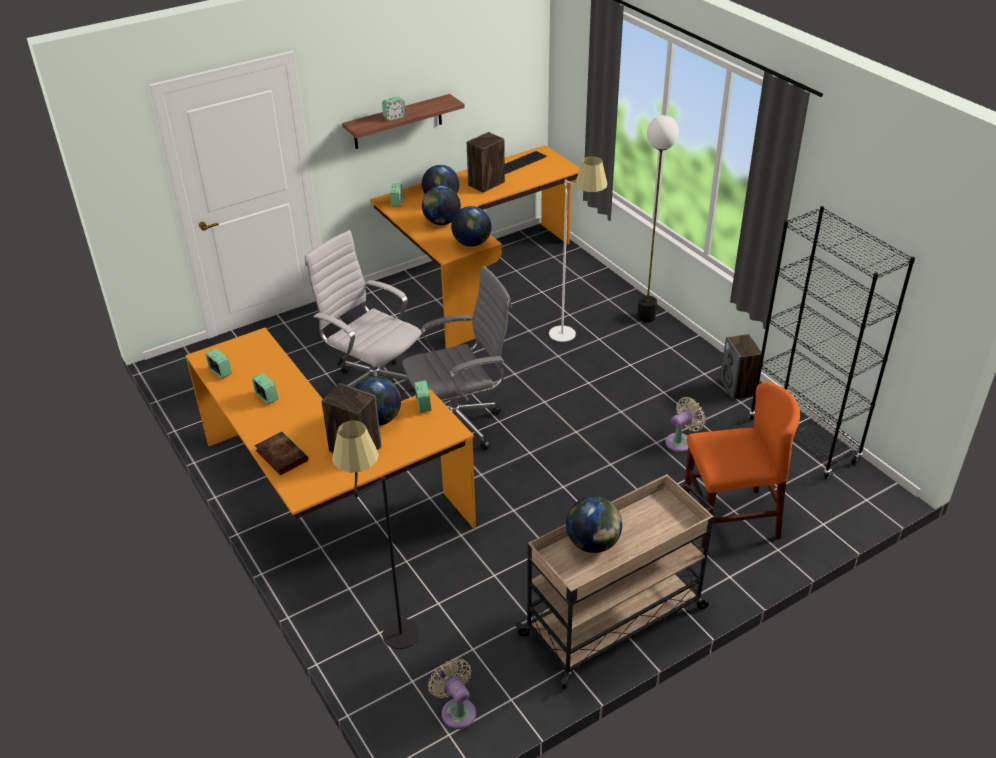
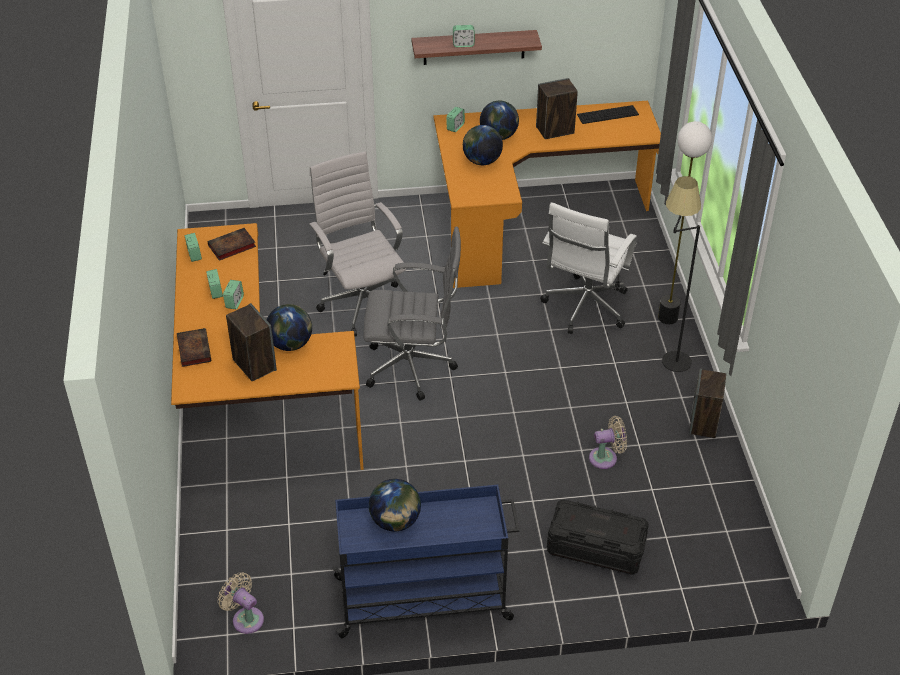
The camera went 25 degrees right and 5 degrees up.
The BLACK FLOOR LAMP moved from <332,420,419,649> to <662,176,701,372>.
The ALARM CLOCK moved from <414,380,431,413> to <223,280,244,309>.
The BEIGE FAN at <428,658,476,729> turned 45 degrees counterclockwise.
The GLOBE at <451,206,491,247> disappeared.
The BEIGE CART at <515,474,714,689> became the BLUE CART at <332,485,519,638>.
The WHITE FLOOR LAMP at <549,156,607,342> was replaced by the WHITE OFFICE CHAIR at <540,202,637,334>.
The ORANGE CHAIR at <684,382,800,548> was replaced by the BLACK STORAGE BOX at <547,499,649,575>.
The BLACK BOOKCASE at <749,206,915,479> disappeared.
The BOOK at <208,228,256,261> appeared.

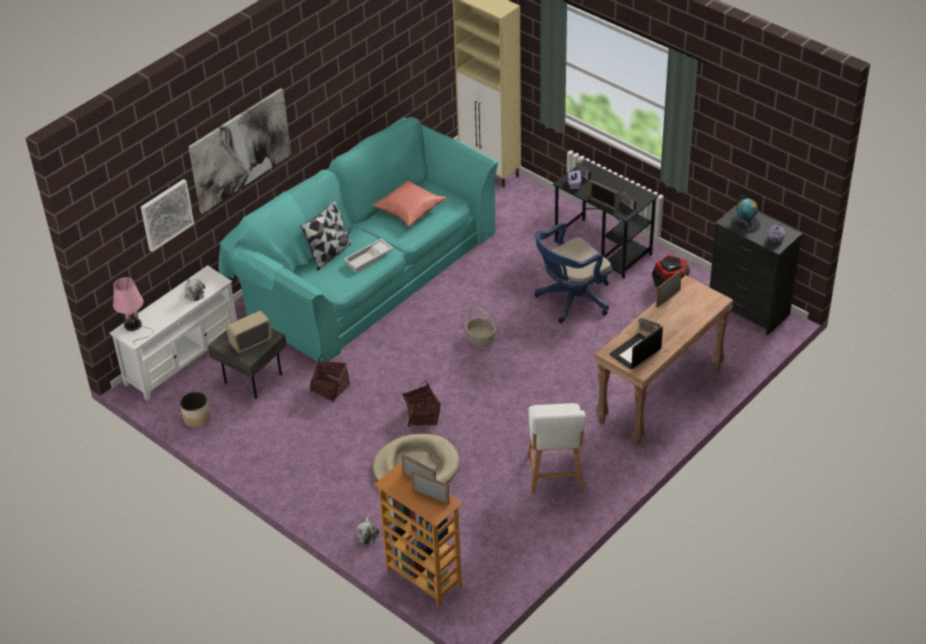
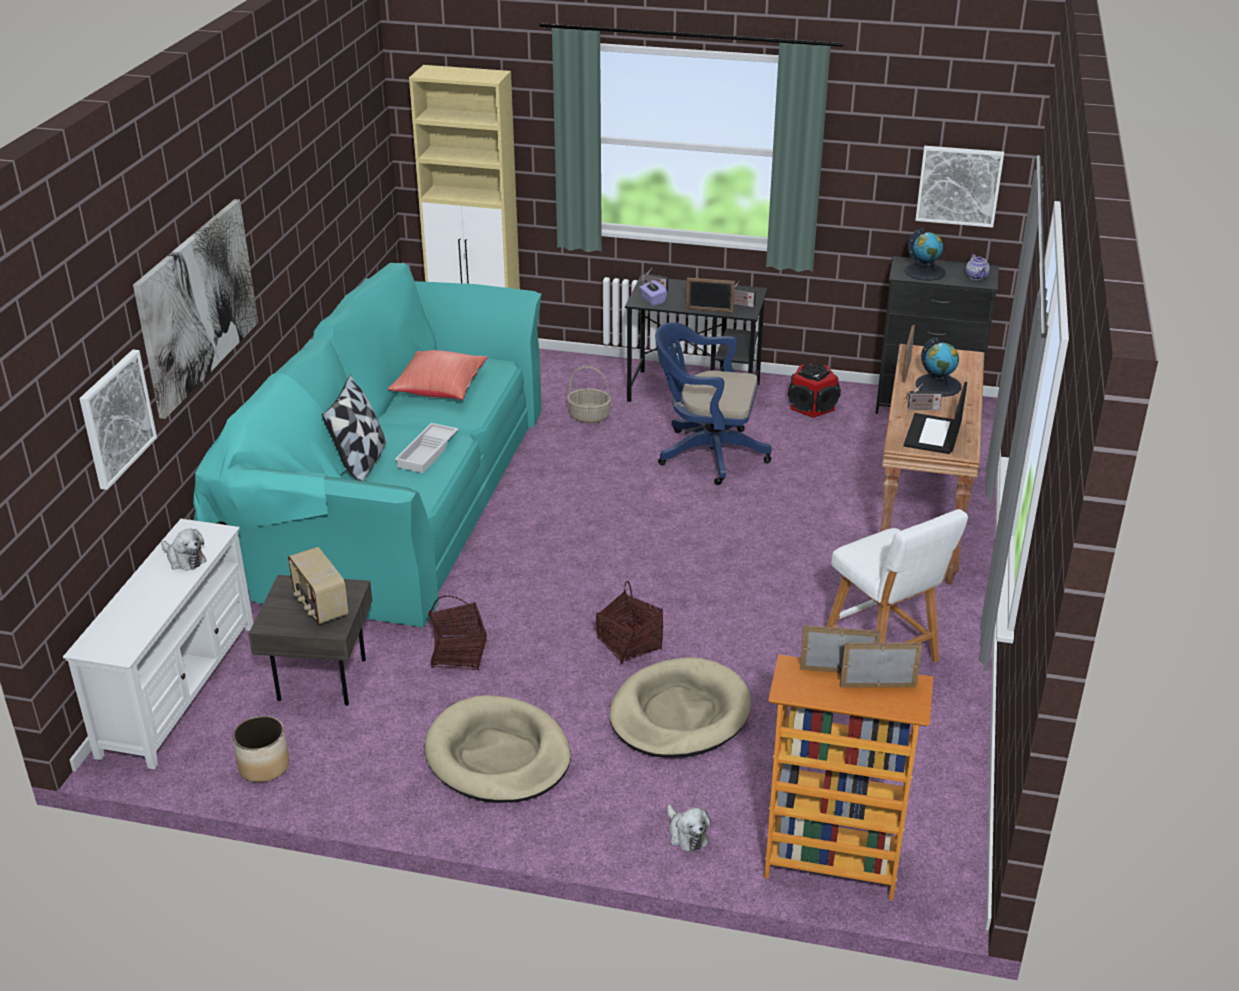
The camera went 30 degrees left and 10 degrees down.
The PINK TABLE LAMP at <113,277,153,344> disappeared.
The RADIO at <226,311,272,353> turned 60 degrees counterclockwise.
The BASKET moved from <465,306,496,346> to <567,365,611,423>.
The BLUE OFFICE CHAIR at <535,222,612,323> turned 75 degrees clockwise.
The BEIGE DOG BED at <425,695,571,803> appeared.
The PICTURE at <915,146,1004,228> appeared.
The GLOBE at <916,338,962,397> appeared.

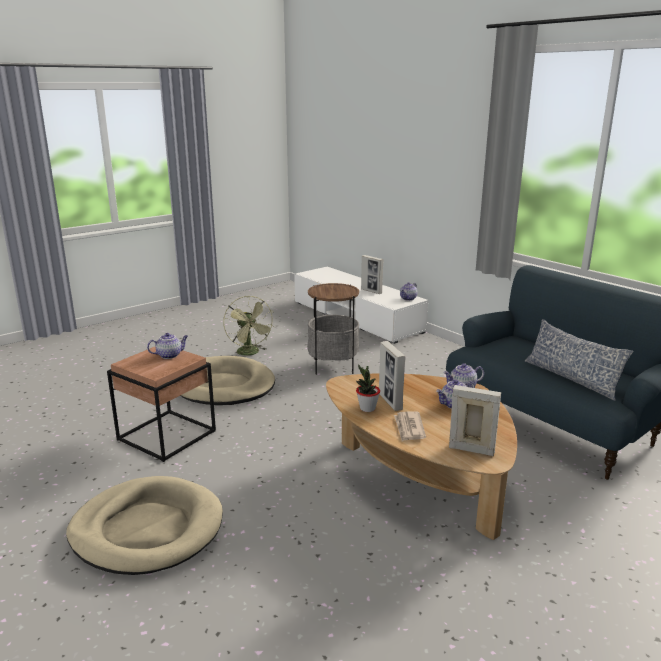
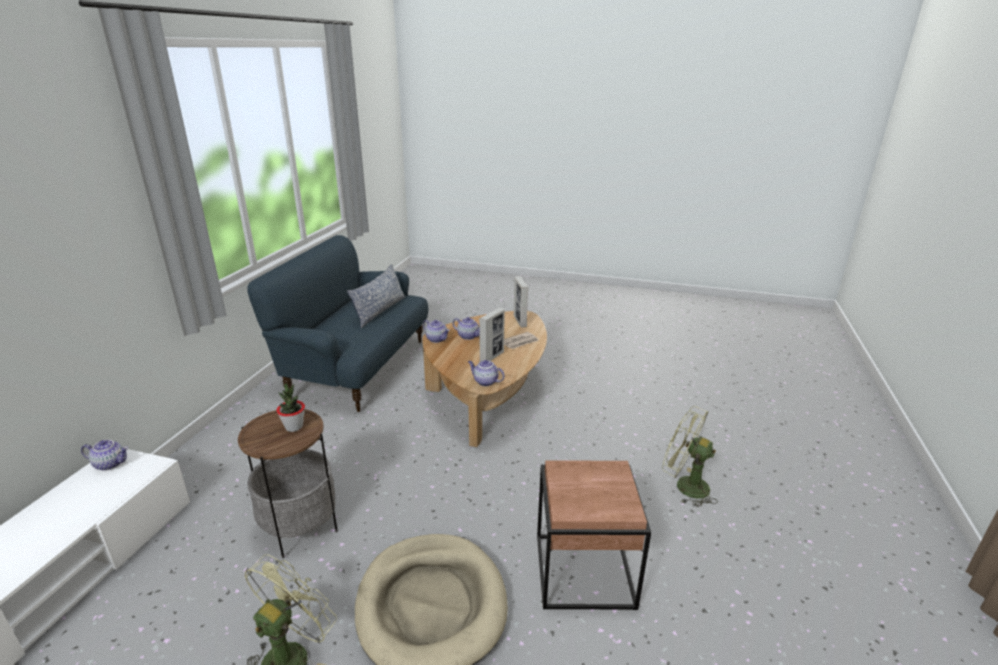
The camera went 125 degrees left and 5 degrees up.
The BEIGE DOG BED at <66,476,223,575> was replaced by the GREEN FAN at <662,406,718,507>.
The TEAPOT moved from <147,333,188,359> to <468,360,505,386>.
The POTTED PLANT moved from <356,364,380,412> to <277,383,305,432>.
The PICTURE FRAME at <361,255,384,294> disappeared.

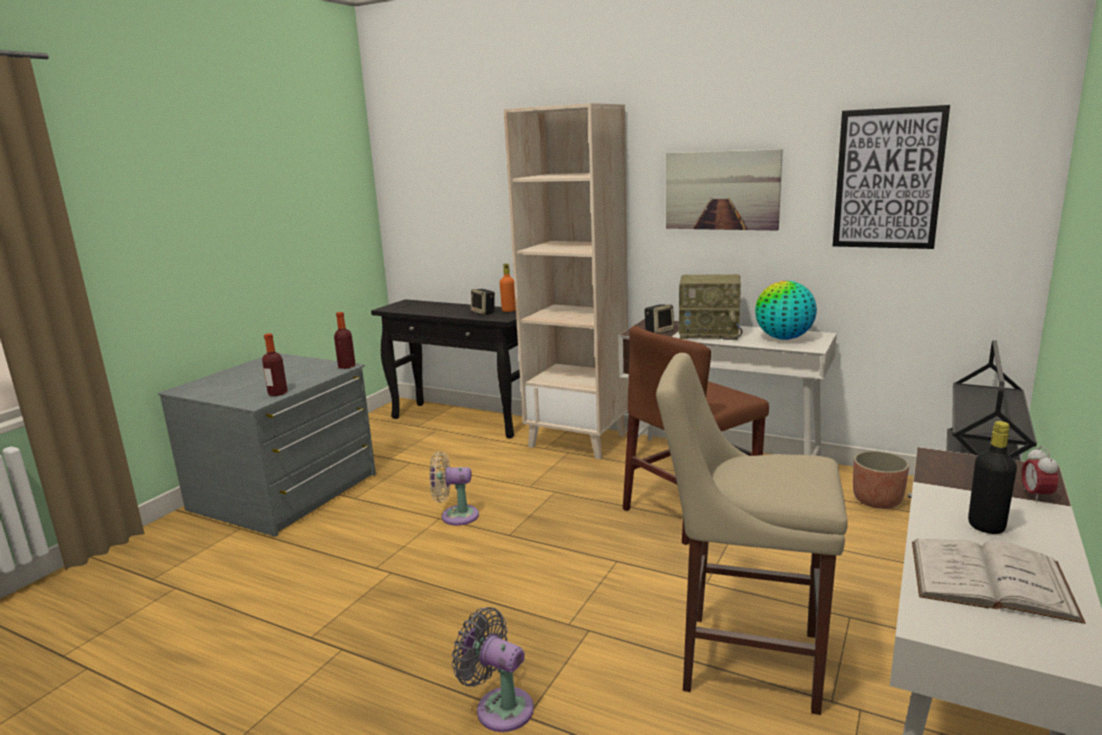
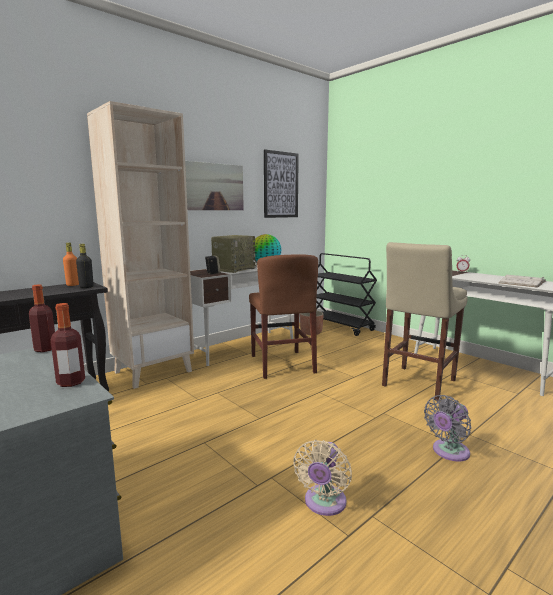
The camera went 70 degrees left and 5 degrees down.
The BEIGE FAN moved from <429,451,479,526> to <293,440,352,516>.
The SPEAKER at <471,289,495,315> disappeared.
The BLACK BOTTLE moved from <968,421,1017,534> to <76,244,94,288>.

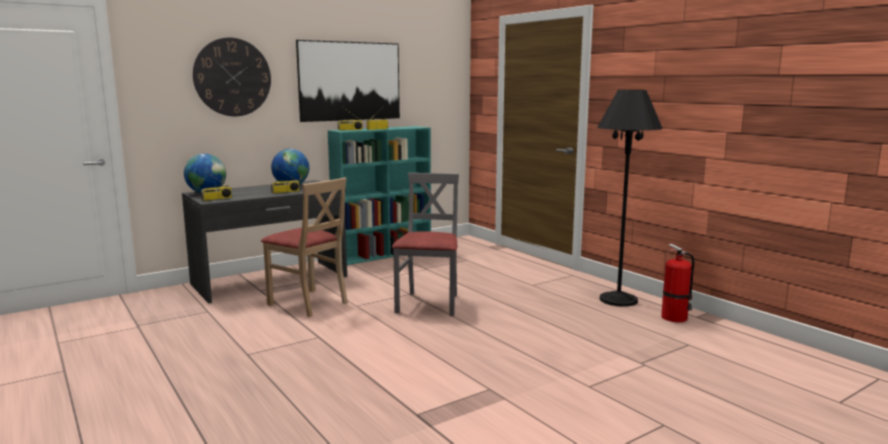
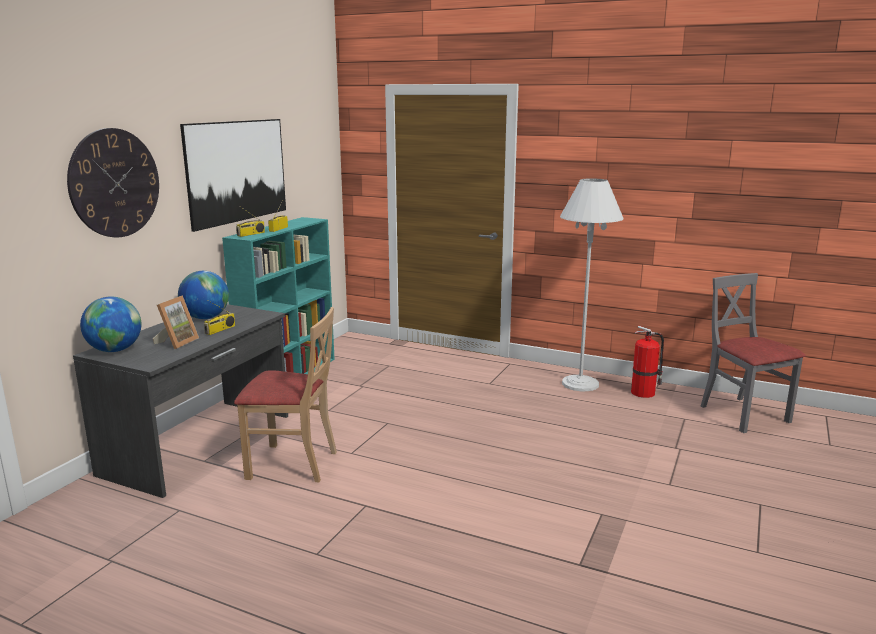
The camera went 30 degrees left and 5 degrees up.
The RADIO at <201,173,232,201> disappeared.
The GREY CHAIR moved from <392,173,459,316> to <701,273,806,433>.
The BLACK FLOOR LAMP at <597,90,663,307> became the WHITE FLOOR LAMP at <560,179,624,391>.
The PICTURE FRAME at <153,295,199,349> appeared.

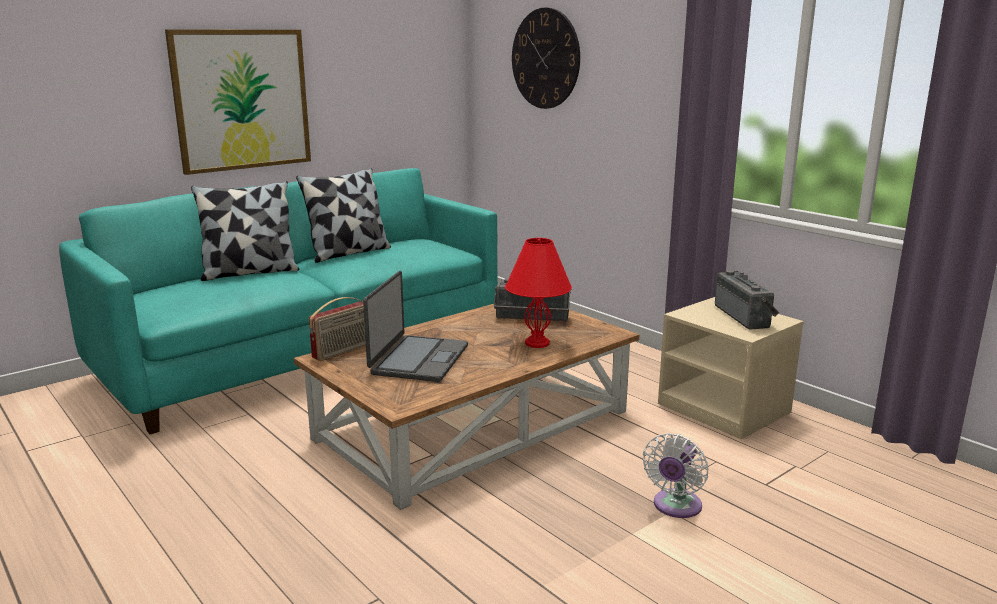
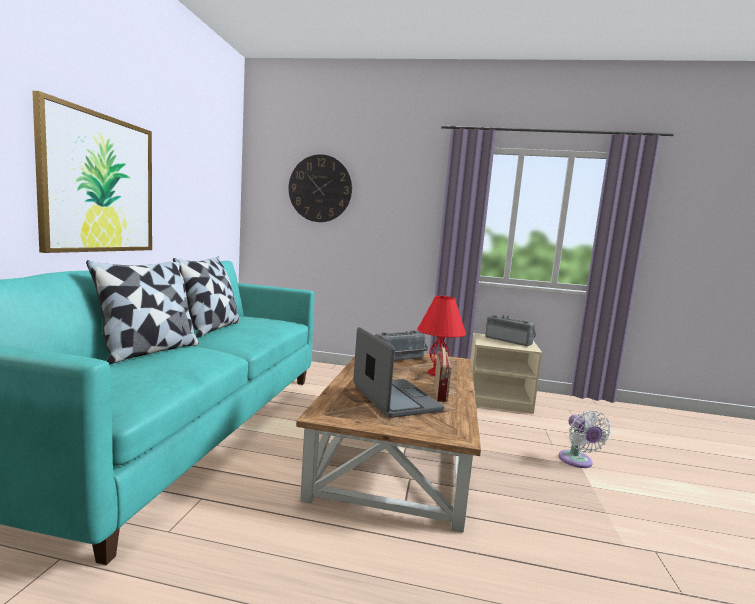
The camera went 40 degrees left and 10 degrees down.
The RADIO moved from <309,297,366,361> to <434,348,452,402>.

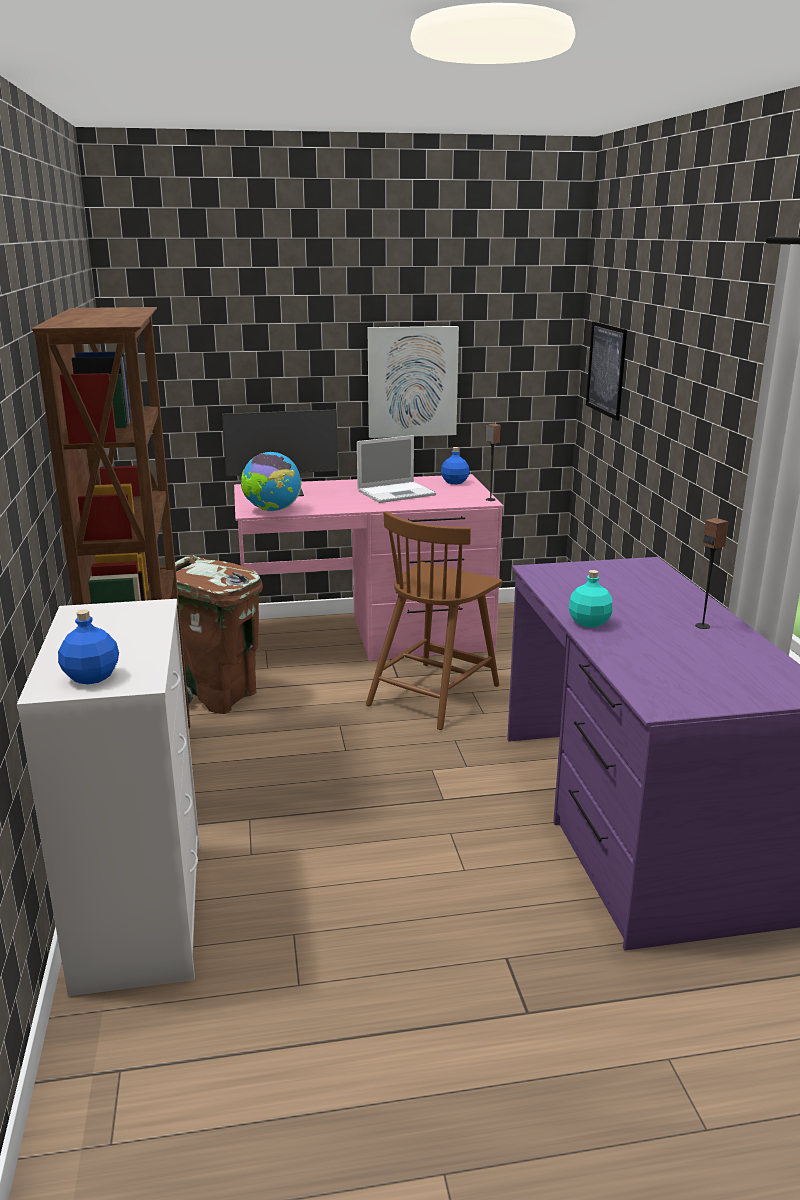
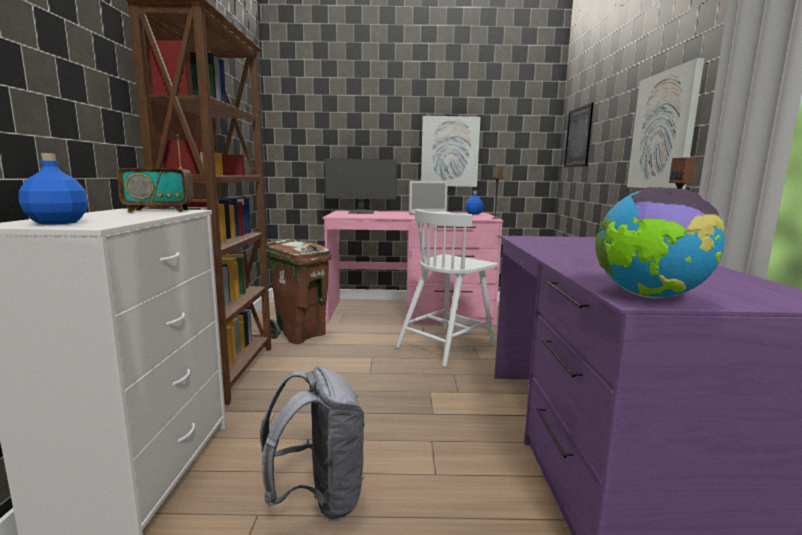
The camera went 10 degrees right and 10 degrees down.
The GLOBE moved from <241,452,302,511> to <595,187,725,298>.
The BROWN CHAIR at <366,511,502,730> became the WHITE CHAIR at <395,209,498,367>.
The TURQUOISE BOTTLE at <569,570,612,627> disappeared.
The RADIO at <117,134,193,212> appeared.
The GREY BACKPACK at <260,366,365,520> appeared.
The PICTURE at <627,58,705,189> appeared.

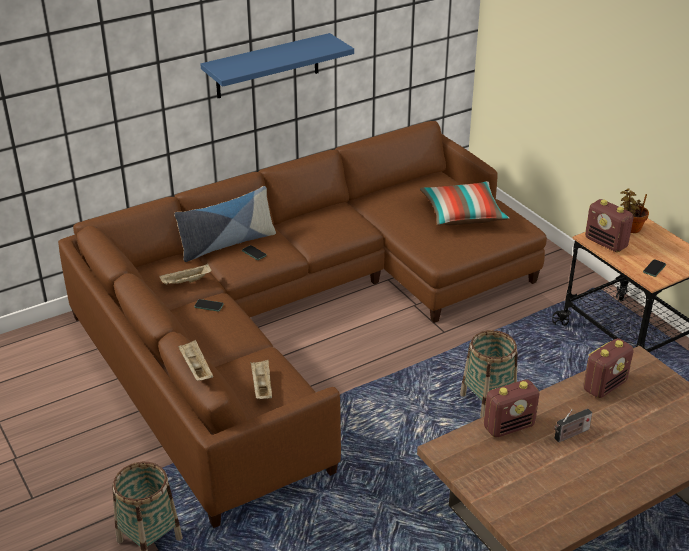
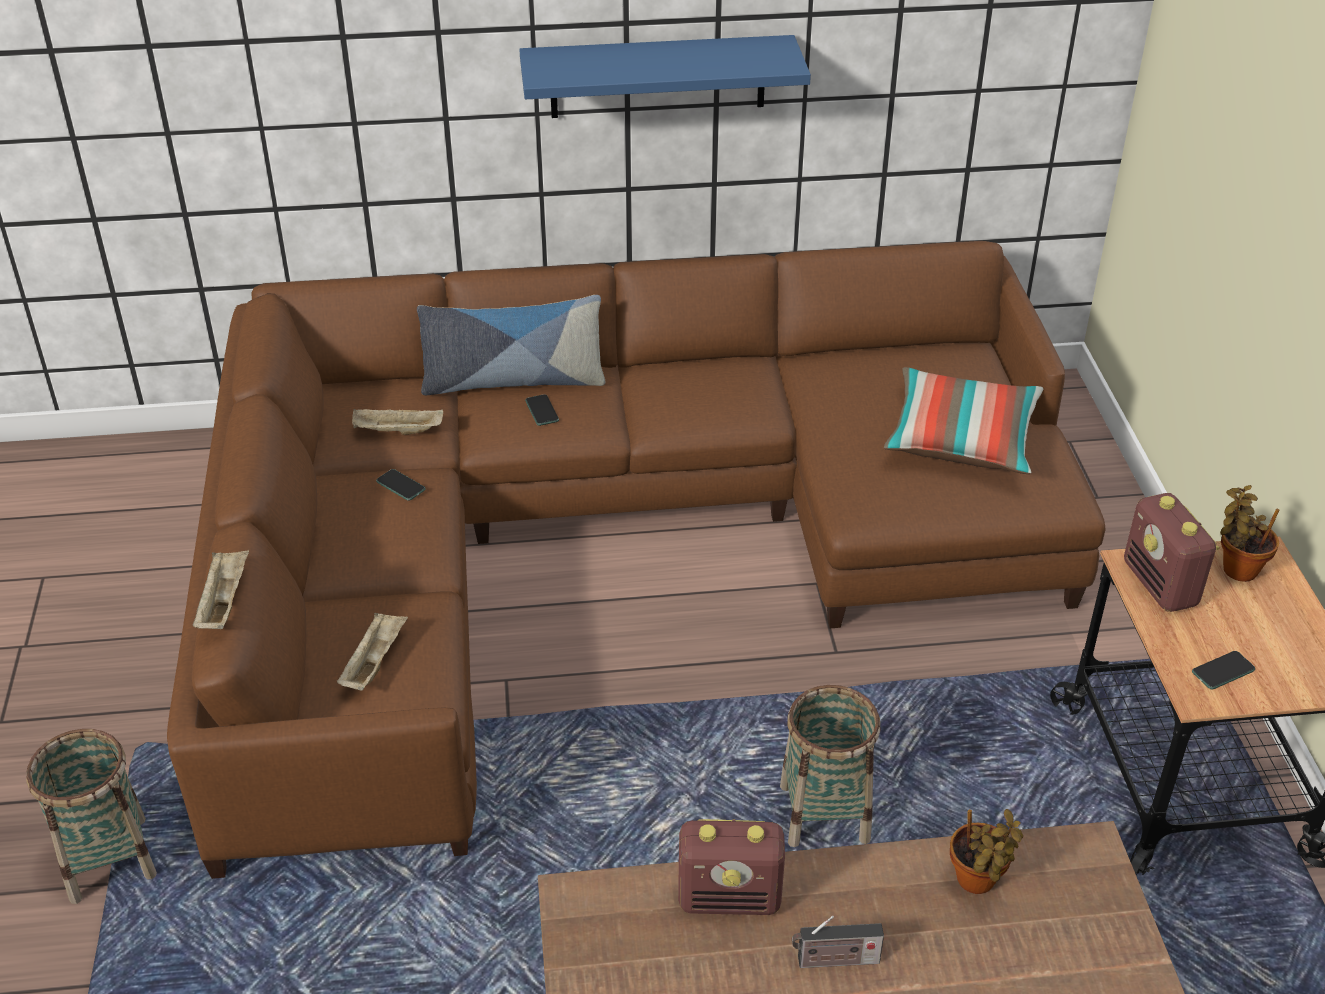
The camera went 25 degrees right and 5 degrees up.
The RADIO at <583,338,634,398> was replaced by the POTTED PLANT at <950,809,1024,894>.

